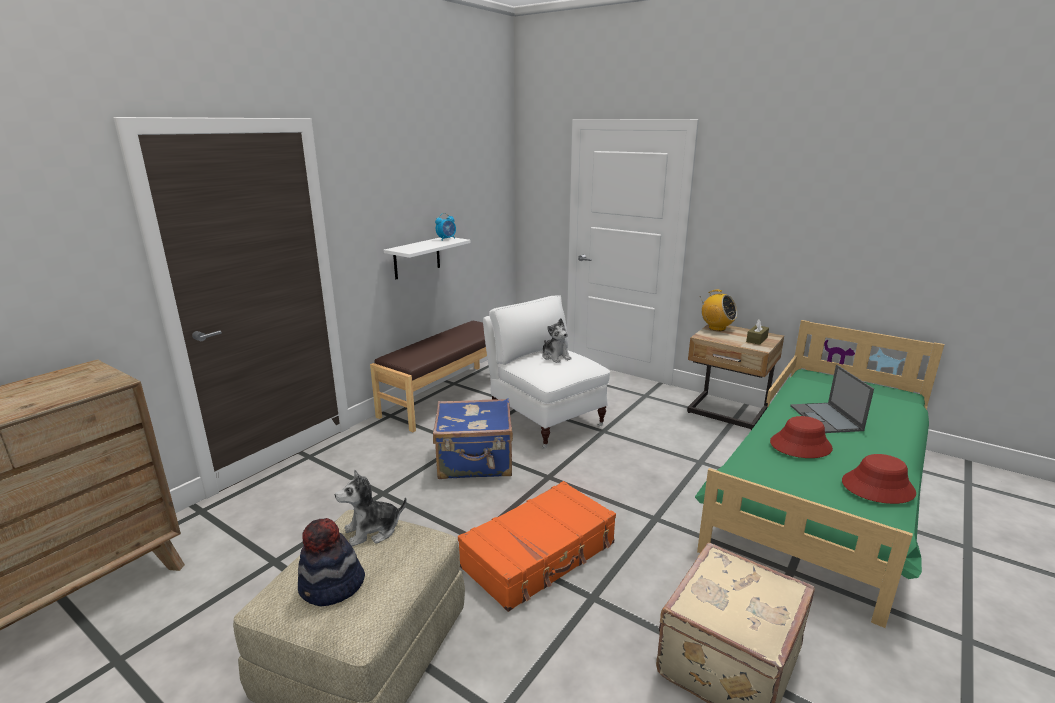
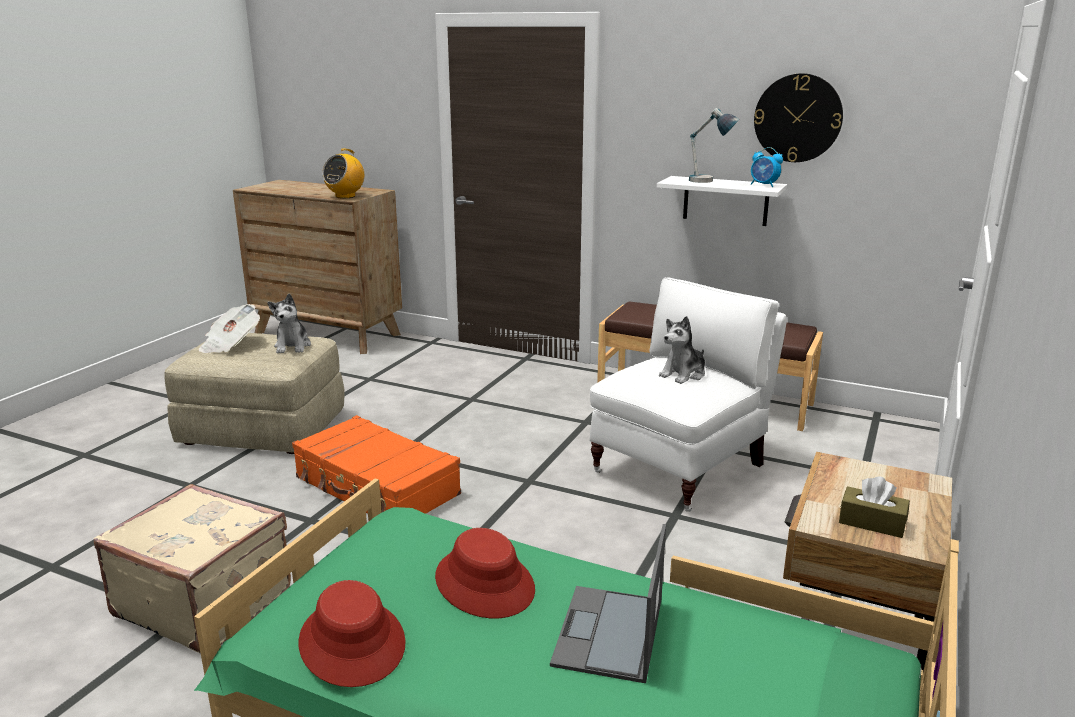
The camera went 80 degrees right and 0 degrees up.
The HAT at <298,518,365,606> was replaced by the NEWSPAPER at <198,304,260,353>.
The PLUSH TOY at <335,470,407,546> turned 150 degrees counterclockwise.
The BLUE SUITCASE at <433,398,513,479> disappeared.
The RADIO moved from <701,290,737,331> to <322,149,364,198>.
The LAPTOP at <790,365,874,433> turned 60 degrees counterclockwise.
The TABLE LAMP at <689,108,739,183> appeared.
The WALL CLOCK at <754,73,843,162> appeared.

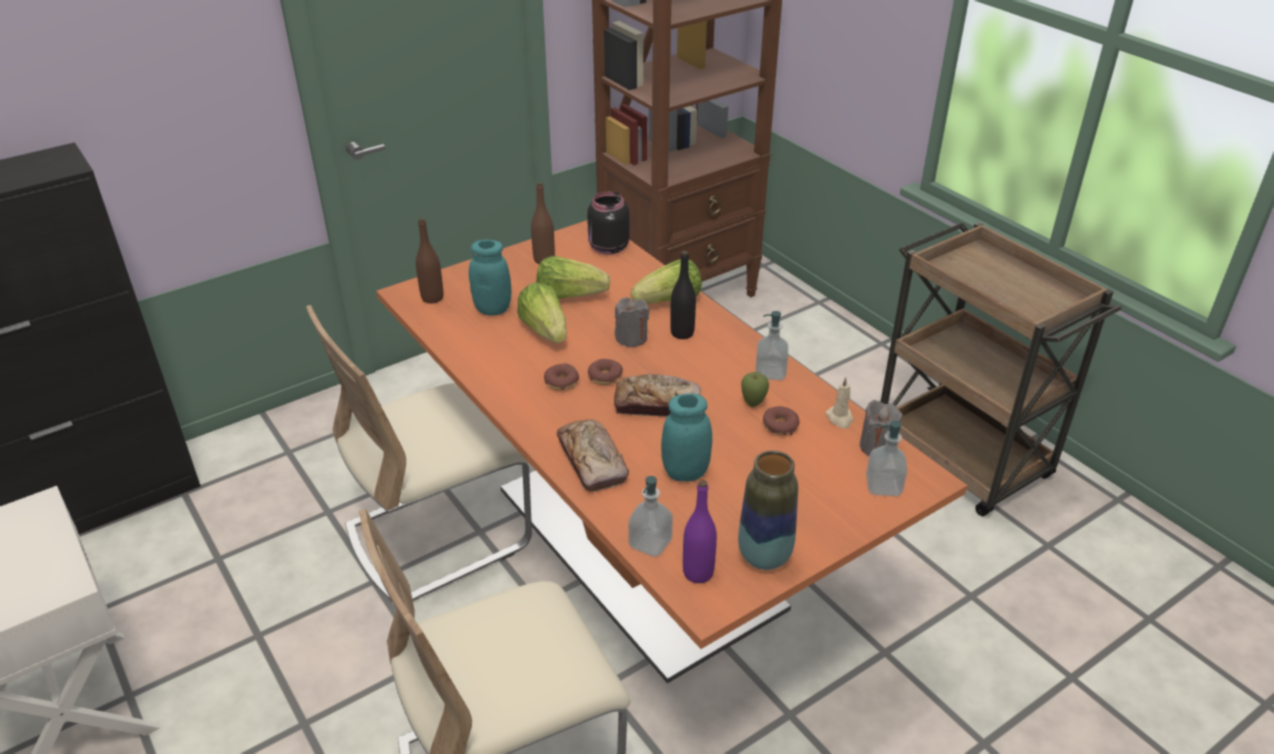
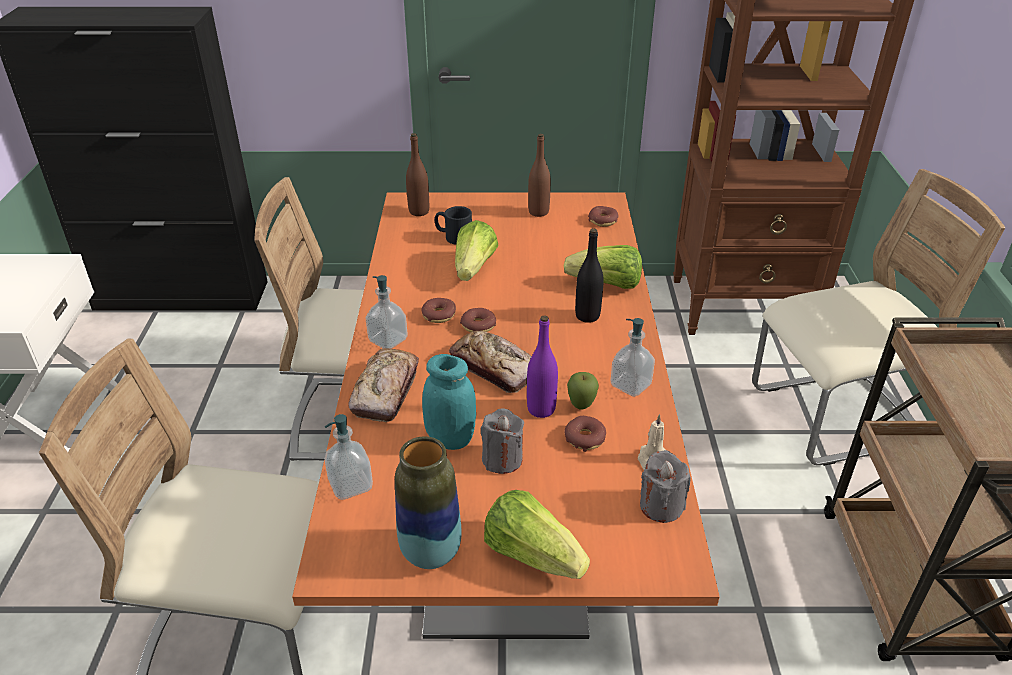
The camera went 35 degrees right and 0 degrees up.
The TURQUOISE JAR at <469,240,511,315> was replaced by the BLACK MUG at <435,206,472,245>.
The LETTUCE moved from <536,256,610,299> to <484,490,590,579>.
The BLACK JAR at <587,192,629,255> was replaced by the DONUT at <588,206,618,227>.
The GREY CANDLE moved from <615,297,649,347> to <481,408,524,474>.
The PURPLE BOTTLE moved from <683,480,717,583> to <527,315,558,418>.
The SOAP DISPENSER moved from <866,421,907,496> to <365,275,408,349>.
The BEIGE CHAIR at <752,169,1005,466> appeared.

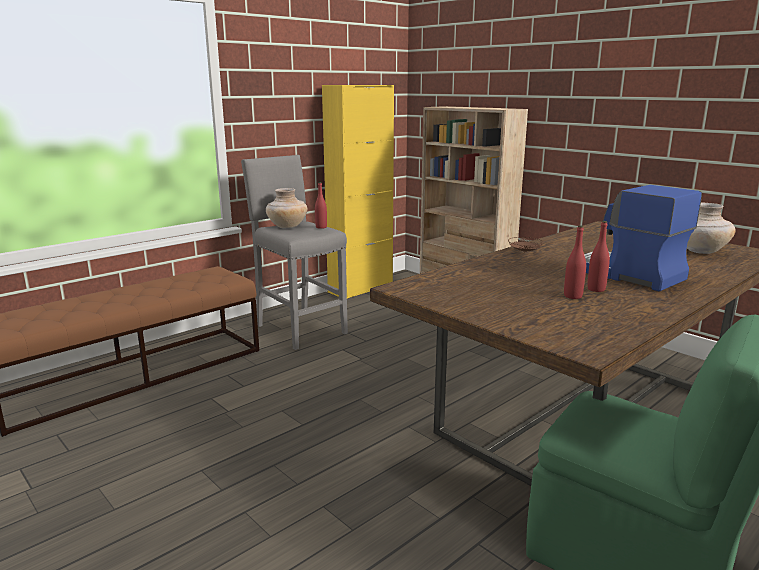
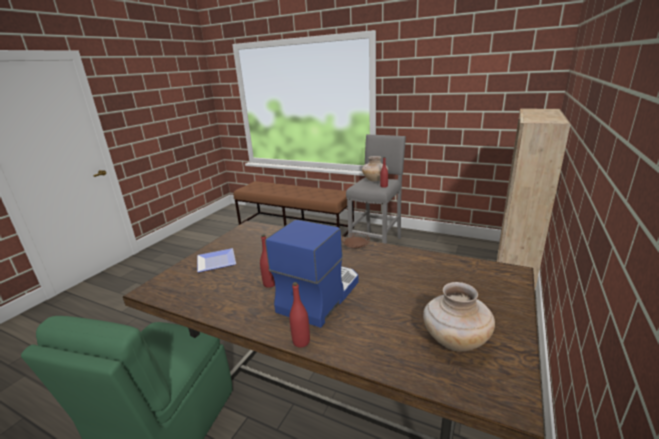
The camera went 70 degrees right and 5 degrees up.
The YELLOW CABINET at <322,85,394,298> disappeared.
The RED BOTTLE moved from <564,225,586,299> to <289,282,310,348>.
The PLATE at <197,248,236,272> appeared.

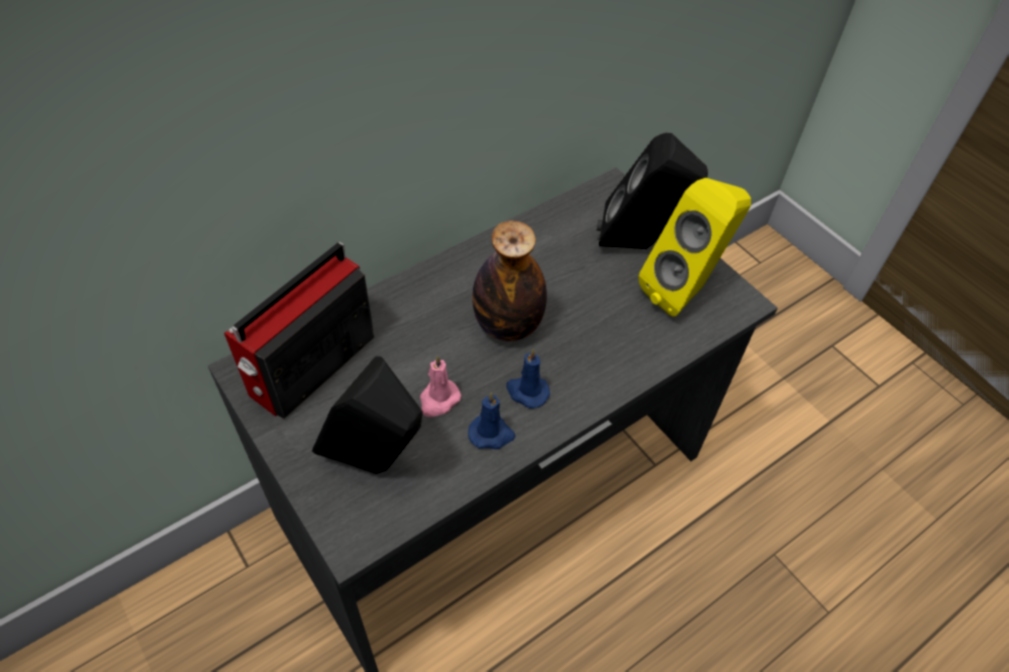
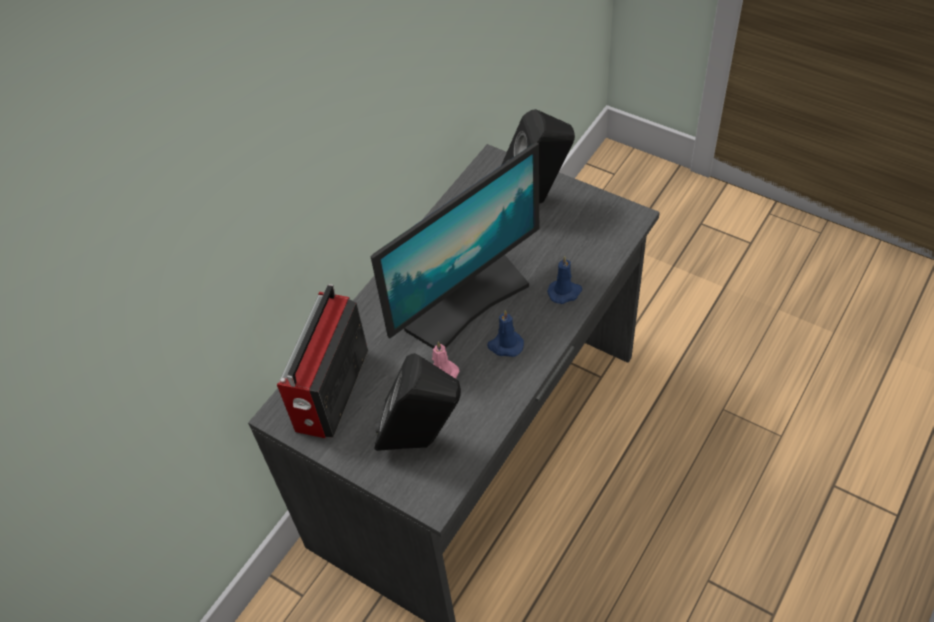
The camera went 15 degrees left and 0 degrees up.
The BLUE CANDLE moved from <468,392,515,449> to <547,256,582,304>.
The BOTTLE at <472,221,547,341> was replaced by the MONITOR at <370,142,539,349>.
The YELLOW SPEAKER at <638,178,751,316> disappeared.

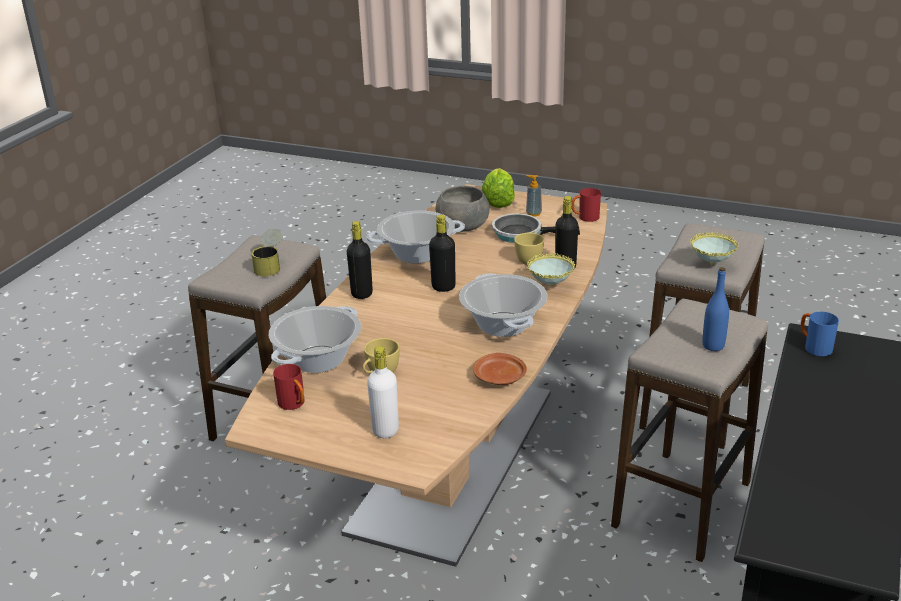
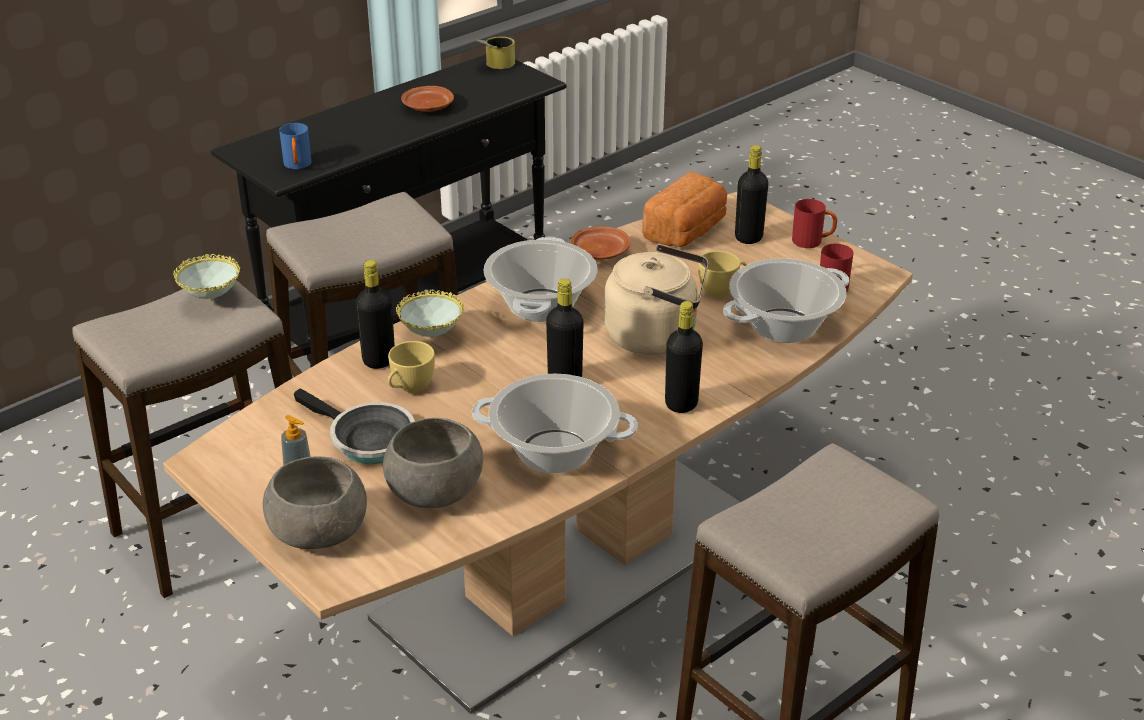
The camera went 155 degrees left and 5 degrees up.
The CAN moved from <251,229,283,276> to <473,36,515,69>.
The WHITE BOTTLE at <367,346,399,438> became the BLACK BOTTLE at <735,145,769,244>.
The LETTUCE at <481,168,515,208> was replaced by the GREY BOWL at <262,456,367,549>.
The RED MUG moved from <572,188,601,222> to <792,199,837,248>.
The BLUE BOTTLE at <702,267,729,351> disappeared.
The BROWN PLATE at <401,86,454,112> appeared.
The BEIGE KETTLE at <604,244,709,355> appeared.
The BREAD at <642,172,727,247> appeared.

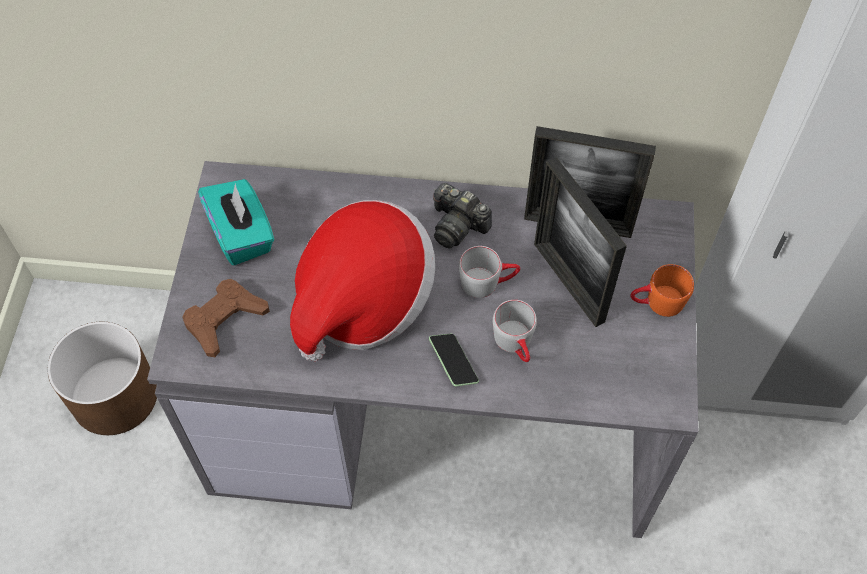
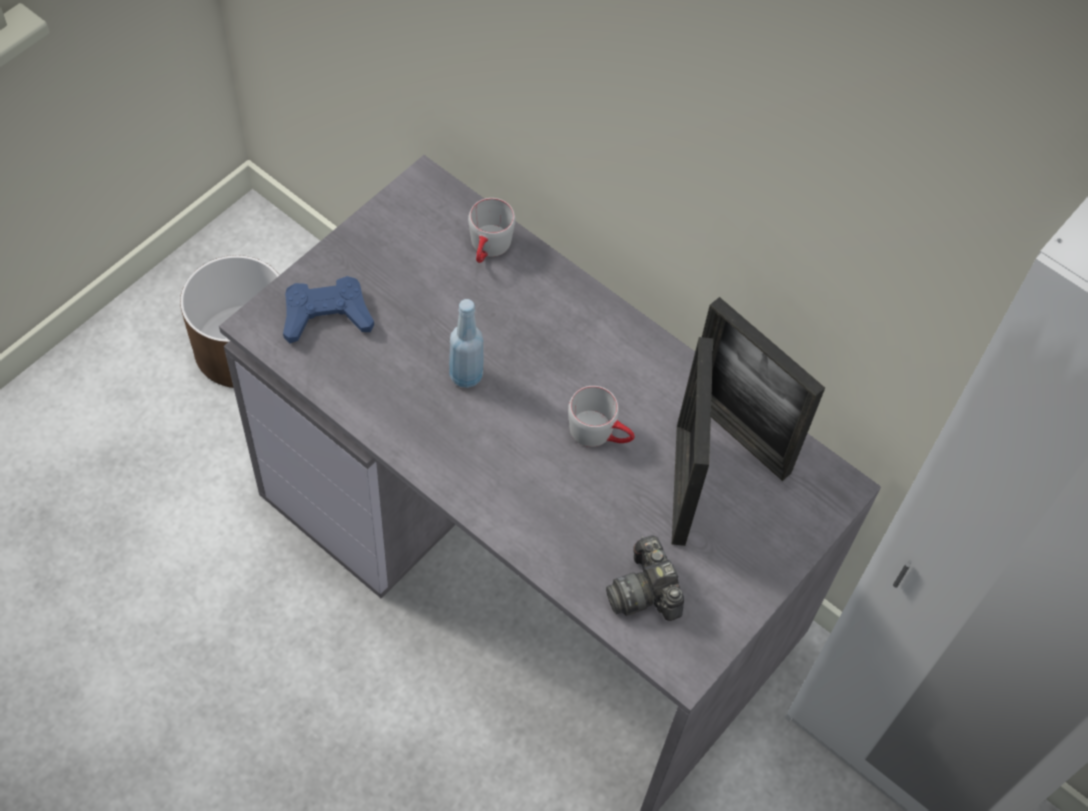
The camera went 30 degrees right and 0 degrees up.
The BROWN GAME CONTROLLER at <182,279,270,357> became the BLUE GAME CONTROLLER at <283,276,374,343>.
The TURQUOISE TISSUE BOX at <198,179,274,265> disappeared.
The HAT at <290,200,435,361> was replaced by the BLUE BOTTLE at <449,299,483,388>.
The PHONE at <429,334,479,386> disappeared.
The PHOTO CAMERA moved from <433,183,492,248> to <606,535,684,621>.
The GREY MUG moved from <493,300,537,362> to <468,198,516,263>.
The ORANGE MUG at <630,264,694,317> disappeared.

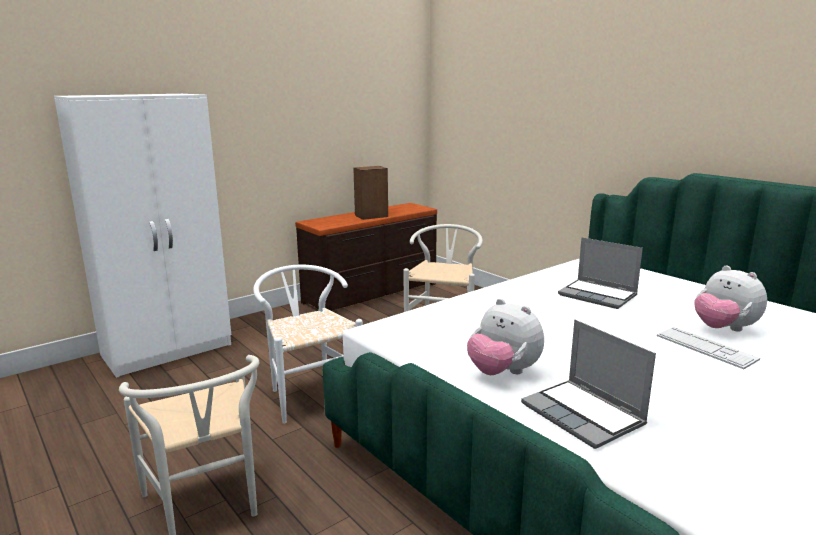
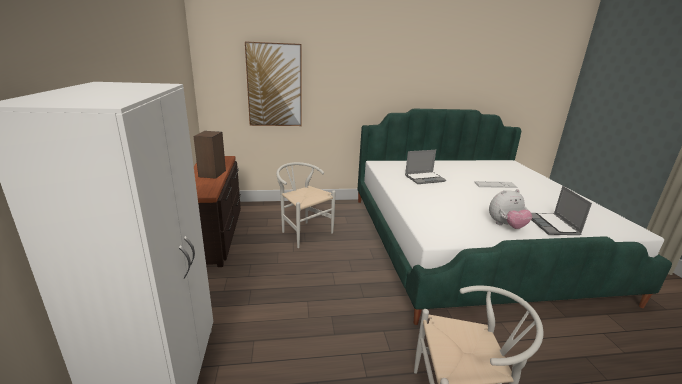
The camera went 60 degrees left and 5 degrees up.
The WHITE CHAIR at <253,265,363,424> disappeared.
The LAPTOP at <521,320,656,449> turned 90 degrees clockwise.
The PLUSH TOY at <694,265,767,332> disappeared.
The PICTURE at <245,41,302,126> appeared.

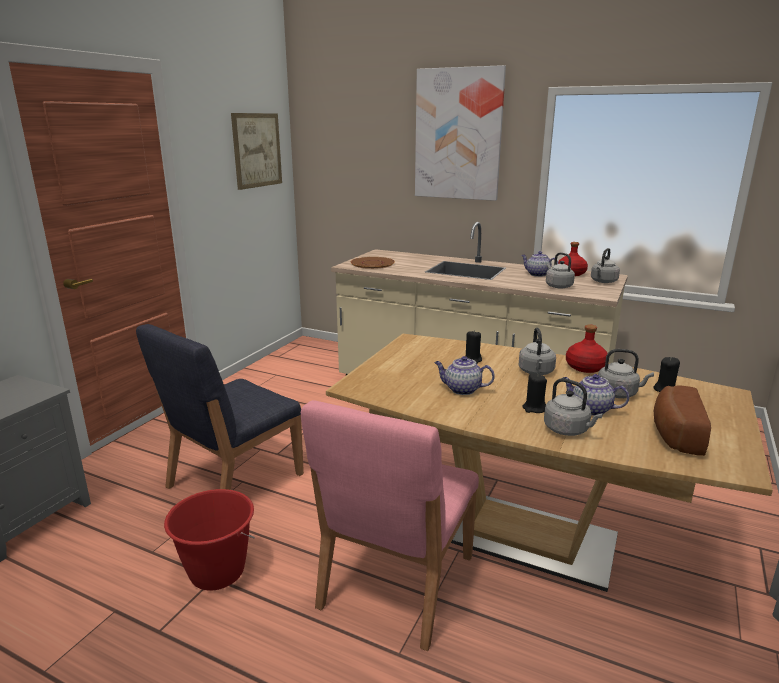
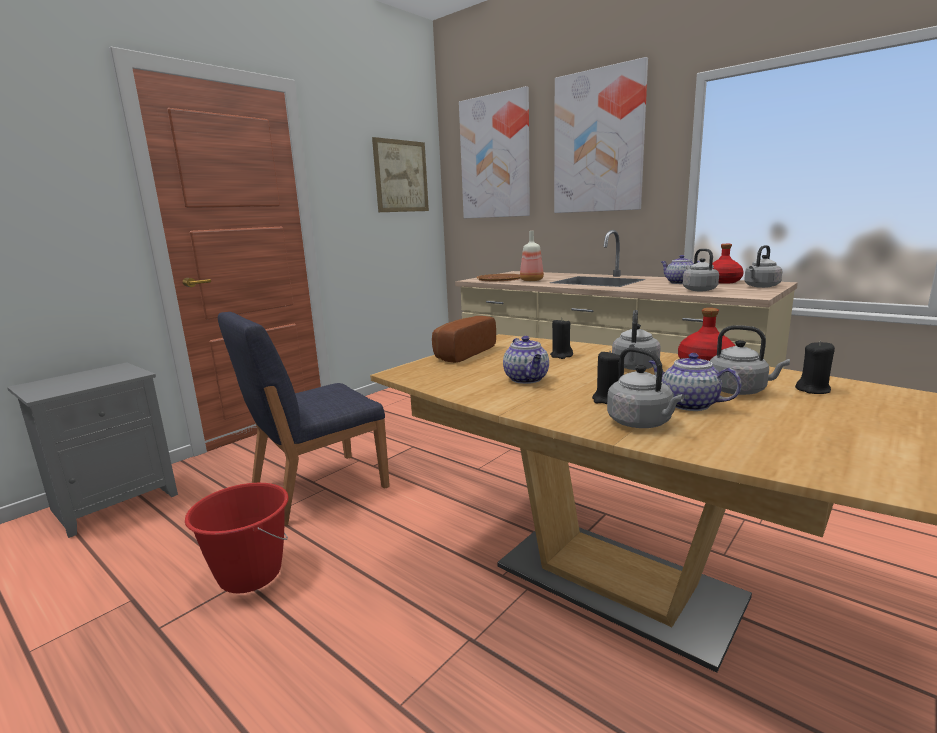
The camera went 15 degrees right and 5 degrees down.
The PINK CHAIR at <301,400,479,651> disappeared.
The TEAPOT at <434,356,495,395> turned 135 degrees counterclockwise.
The BREAD moved from <654,385,711,456> to <432,316,496,363>.
The PICTURE at <459,86,530,218> appeared.
The BOTTLE at <520,231,544,281> appeared.

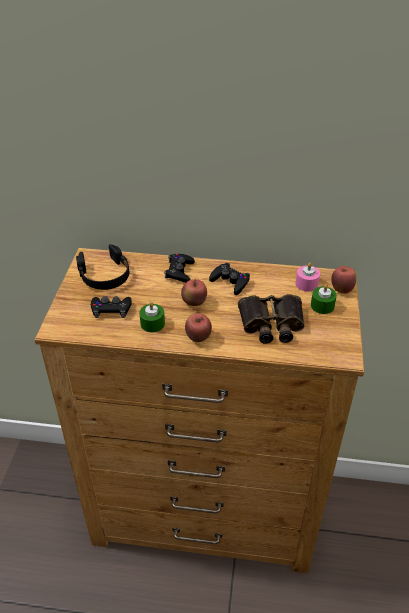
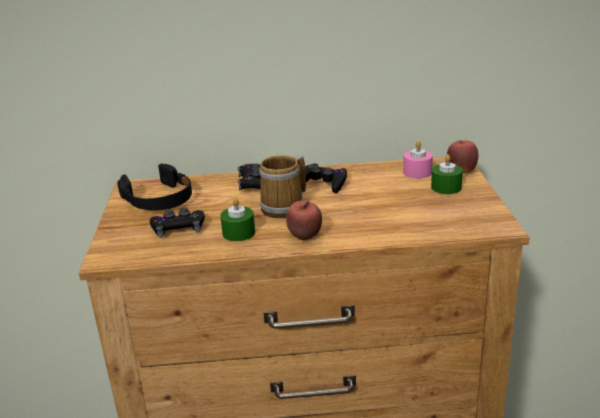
The camera went 10 degrees left and 15 degrees down.
The APPLE at <181,279,207,306> was replaced by the MUG at <259,155,306,218>.
The BINOCULARS at <238,294,305,344> disappeared.

